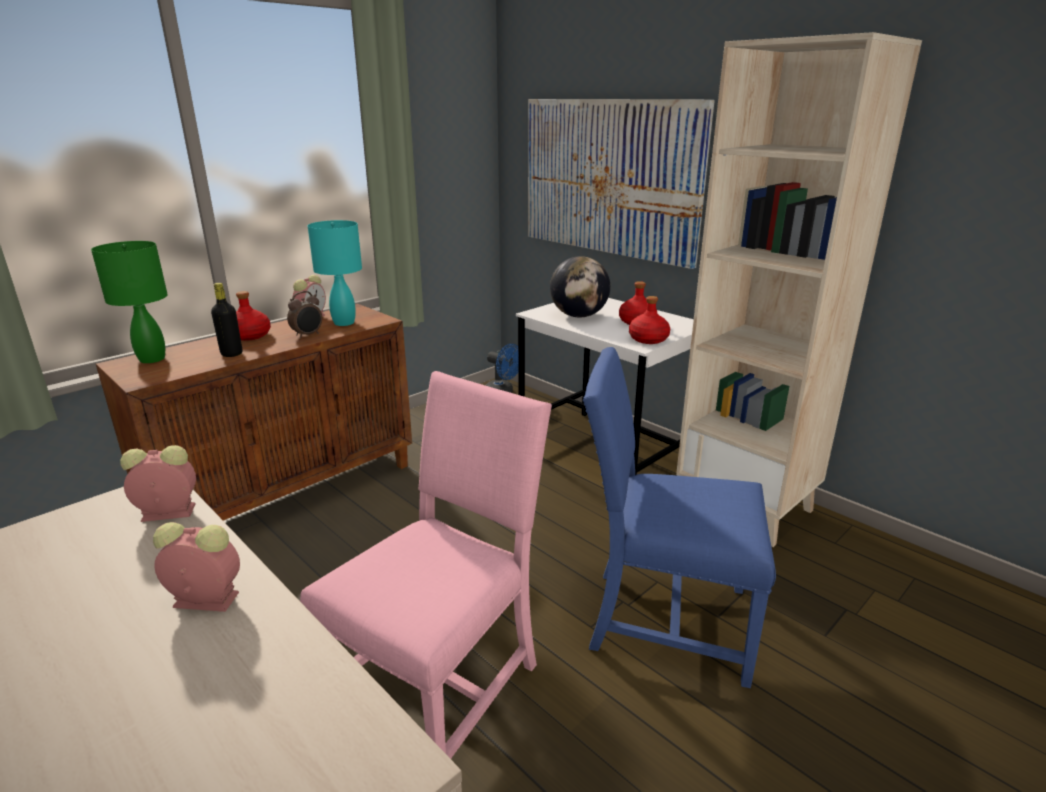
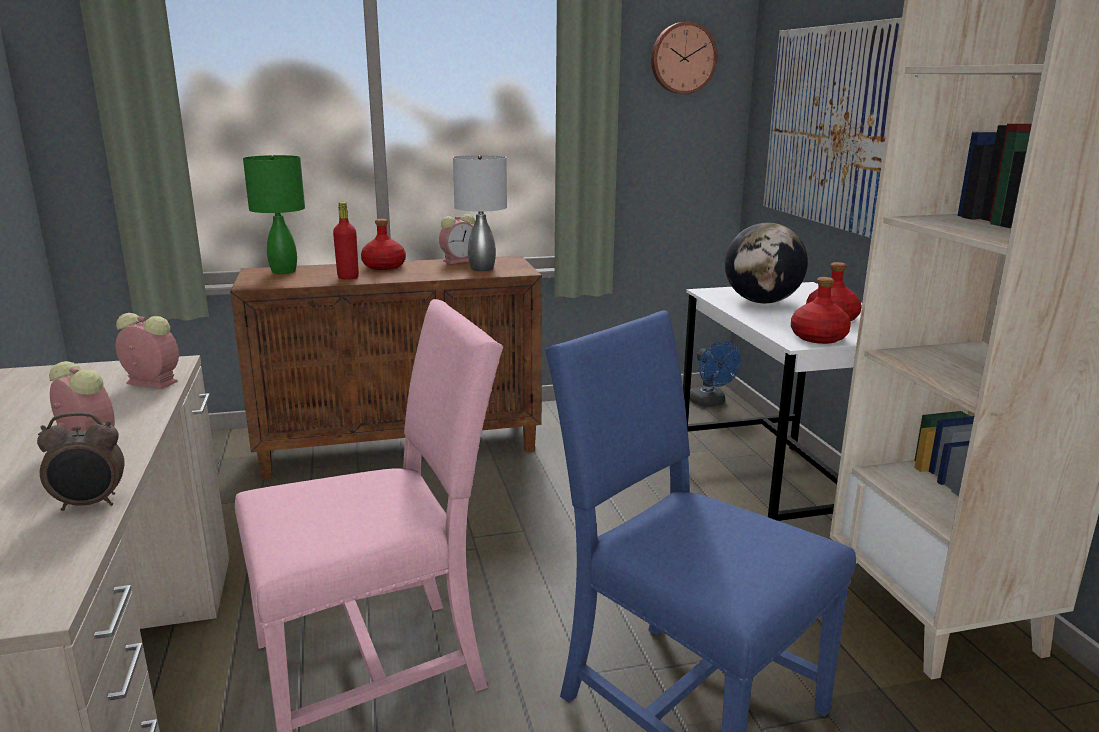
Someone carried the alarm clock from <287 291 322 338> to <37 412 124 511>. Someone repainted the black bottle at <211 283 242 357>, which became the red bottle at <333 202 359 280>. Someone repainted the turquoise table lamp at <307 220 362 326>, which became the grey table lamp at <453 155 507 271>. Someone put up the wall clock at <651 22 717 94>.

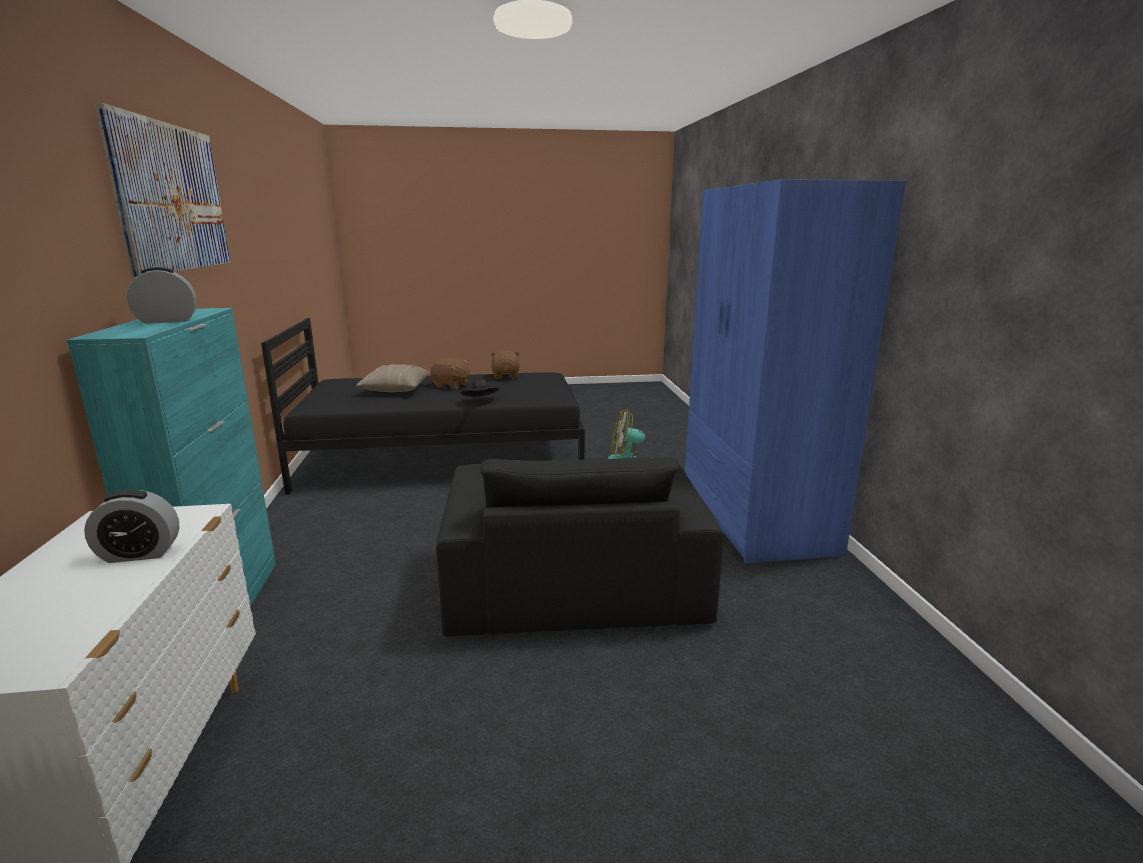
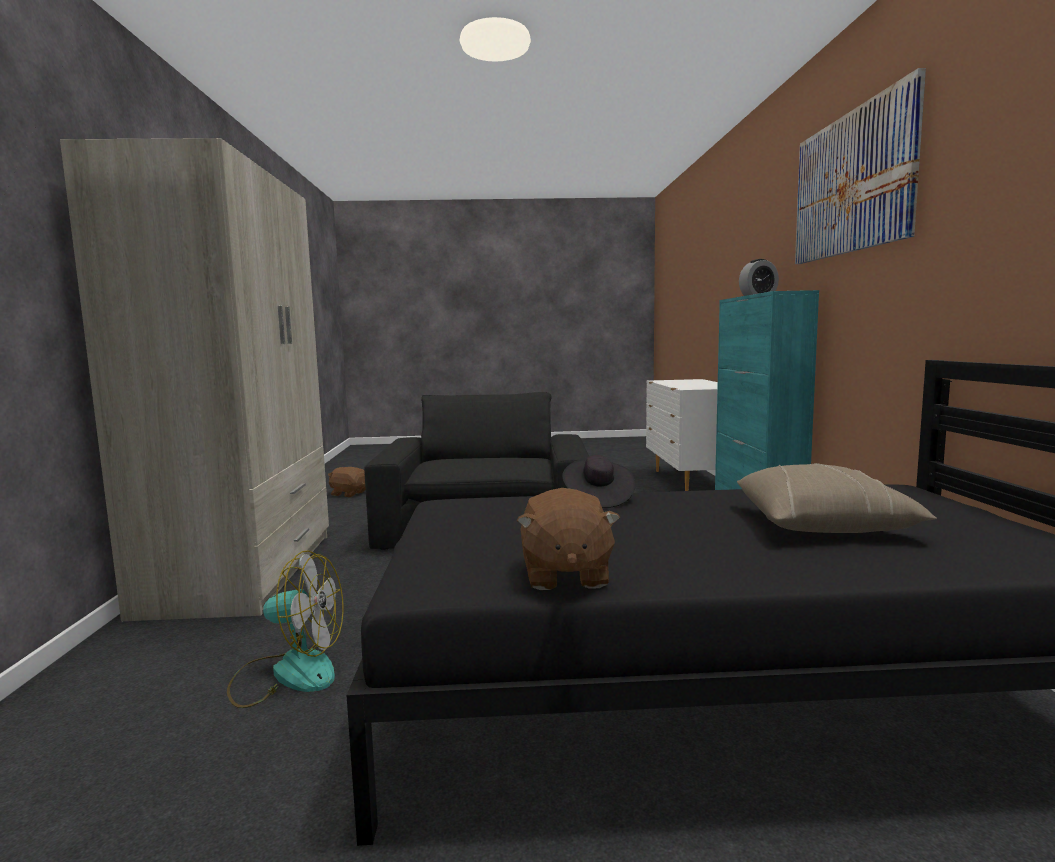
Someone repainted the blue wardrobe at <685 179 906 563>, which became the beige wardrobe at <60 138 329 621>. Someone carried the brown plush toy from <431 358 471 389> to <328 467 366 497>. Someone took away the alarm clock at <84 490 180 563>.

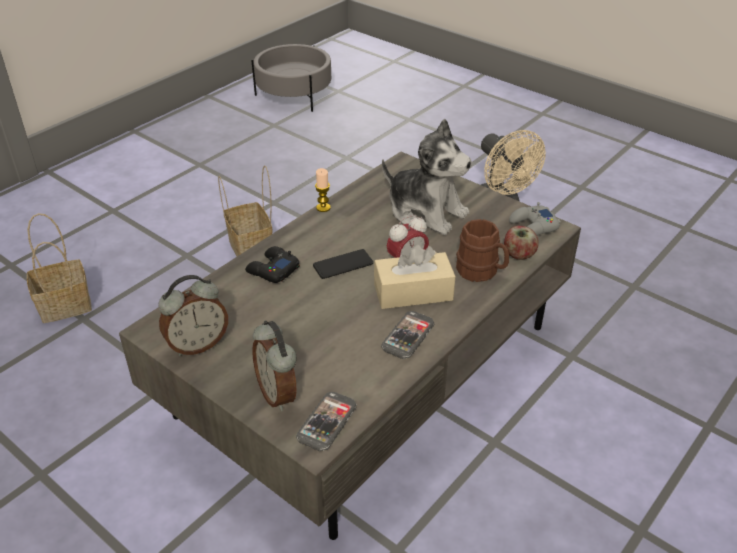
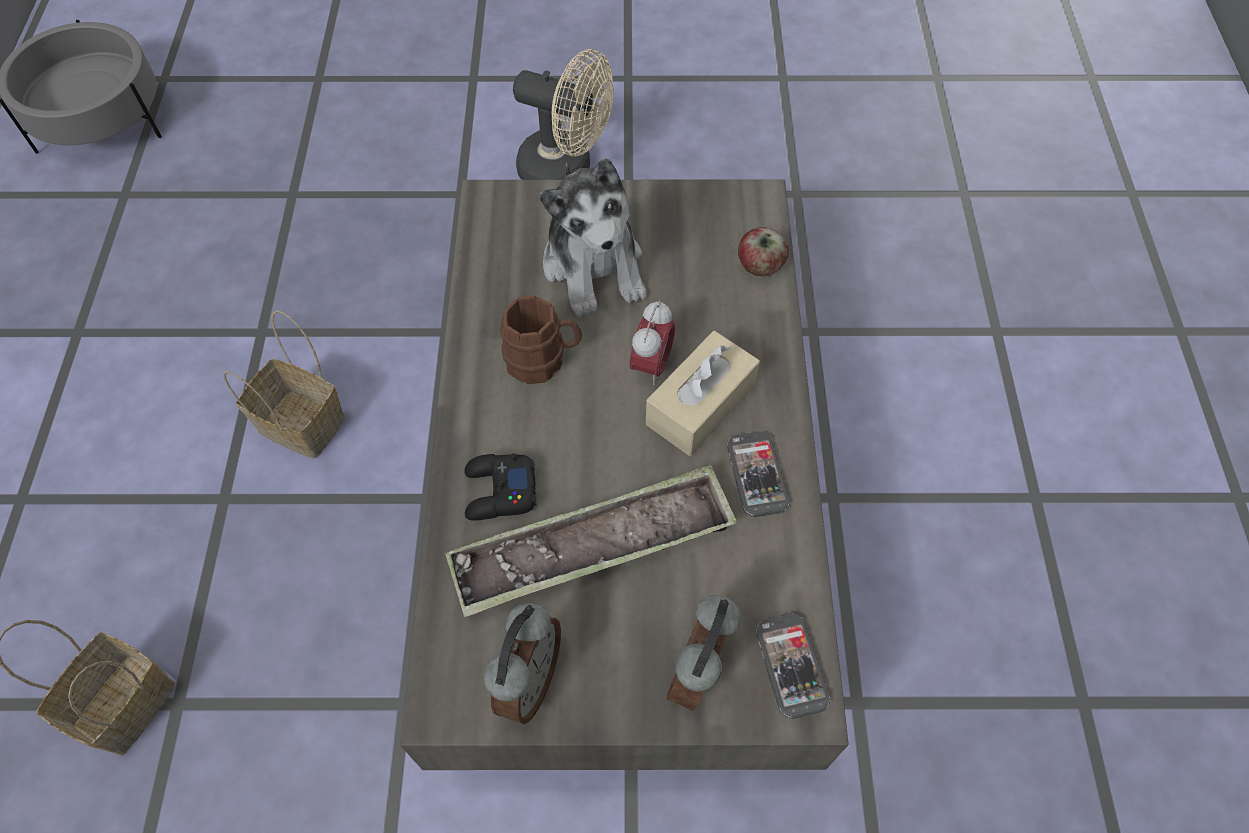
Someone put down the tray at <445 465 737 617>. Someone carried the brown mug from <456 219 509 282> to <500 296 582 384>. Someone rotated the plush toy at <382 119 472 235> by 75 degrees clockwise. Someone rotated the alarm clock at <252 321 297 411> by 90 degrees clockwise. Someone took away the phone at <313 249 373 279>. Someone took away the candle at <315 168 331 212>. Someone took away the grey game controller at <509 202 561 236>.

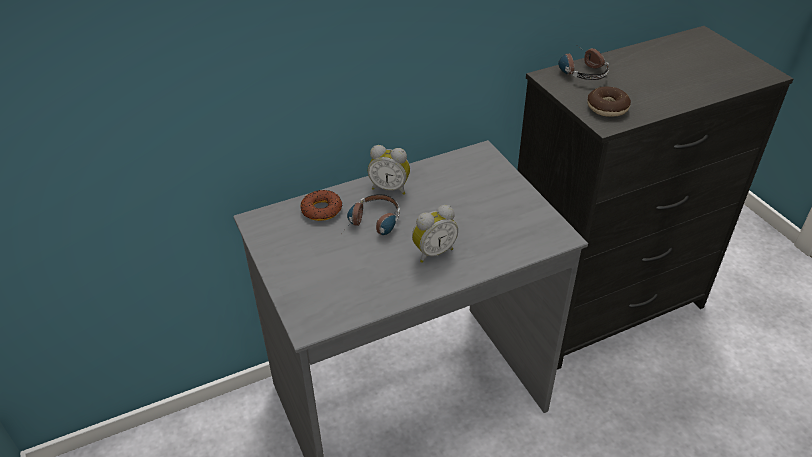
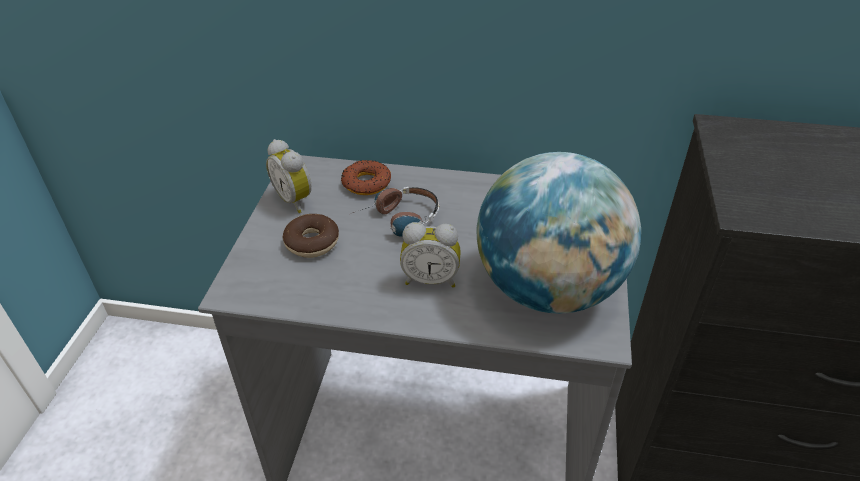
Someone carried the alarm clock from <368 145 410 195> to <266 139 312 213>. Someone carried the donut from <587 87 631 117> to <283 214 339 258>. Someone put down the globe at <476 152 641 314>. Someone took away the headphones at <558 46 609 80>.

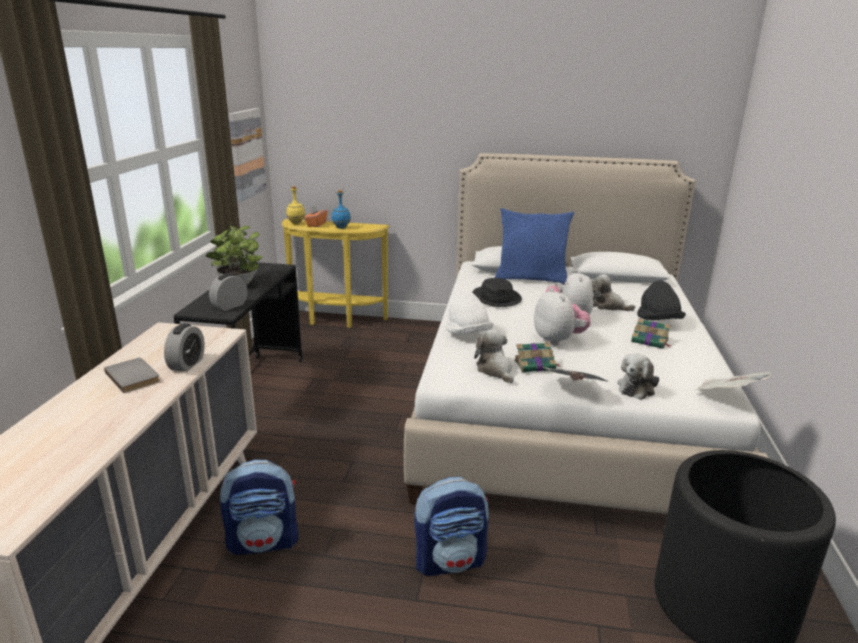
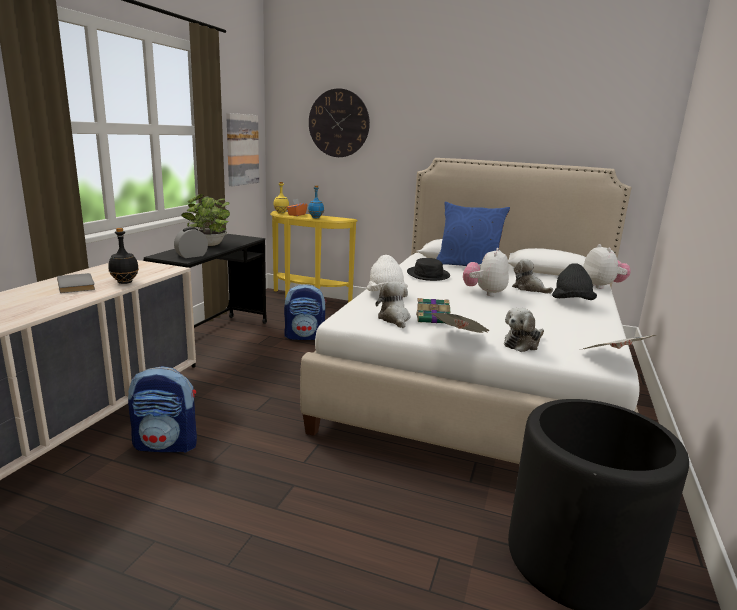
Someone swapped the alarm clock at <164 323 205 372> for the black bottle at <108 228 139 284>. Someone carried the backpack from <414 477 489 576> to <284 284 327 340>. Someone put up the wall clock at <309 88 370 157>. Someone carried the plush toy from <534 287 591 346> to <583 244 631 289>. Someone took away the book at <631 319 671 349>.

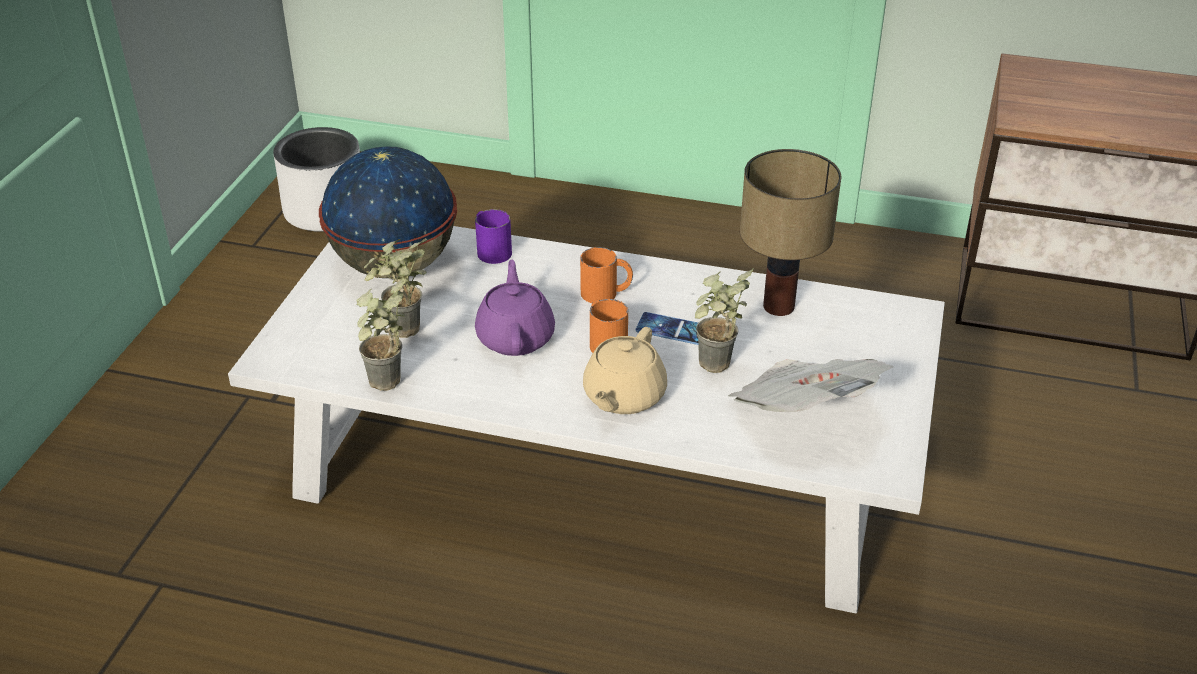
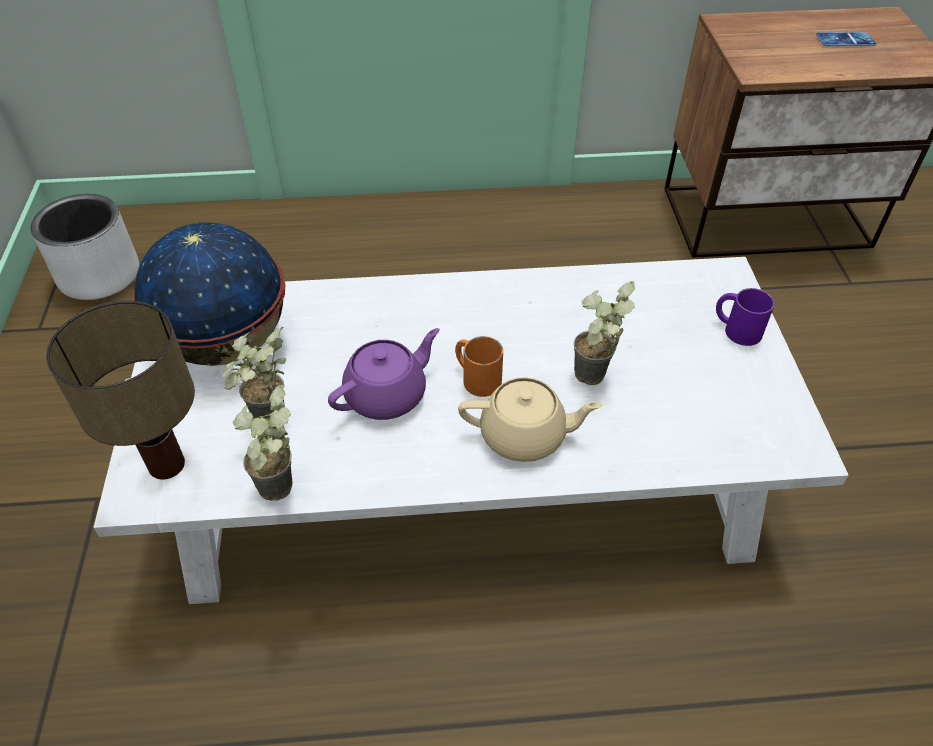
Someone carried the table lamp from <740 149 841 316> to <46 300 195 480>. Someone rotated the purple teapot at <475 260 555 356> by 75 degrees clockwise. Someone rotated the beige teapot at <583 327 667 414> by 90 degrees counterclockwise. Someone carried the purple mug from <475 209 512 264> to <716 288 774 346>. Someone carried the phone from <636 312 698 345> to <816 32 876 46>. Someone took away the orange mug at <580 247 633 303>. Someone took away the newspaper at <728 359 893 412>.

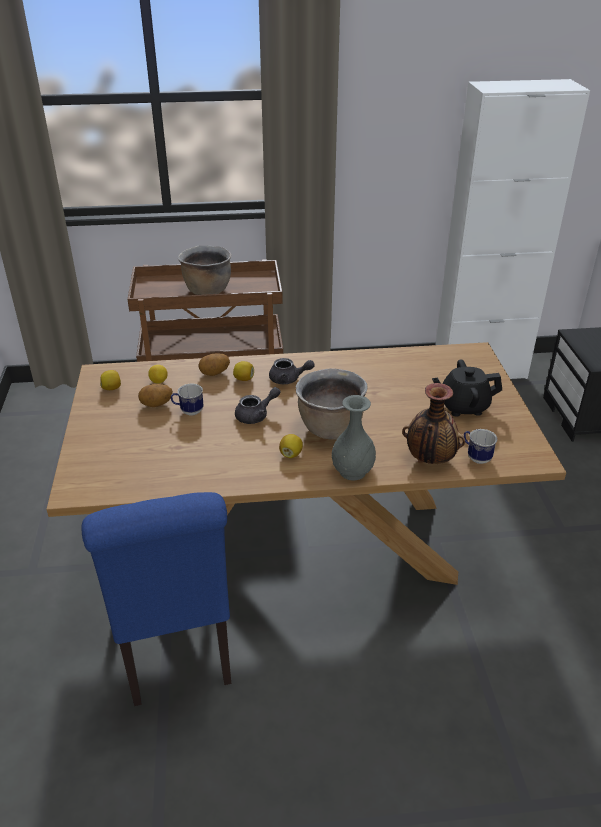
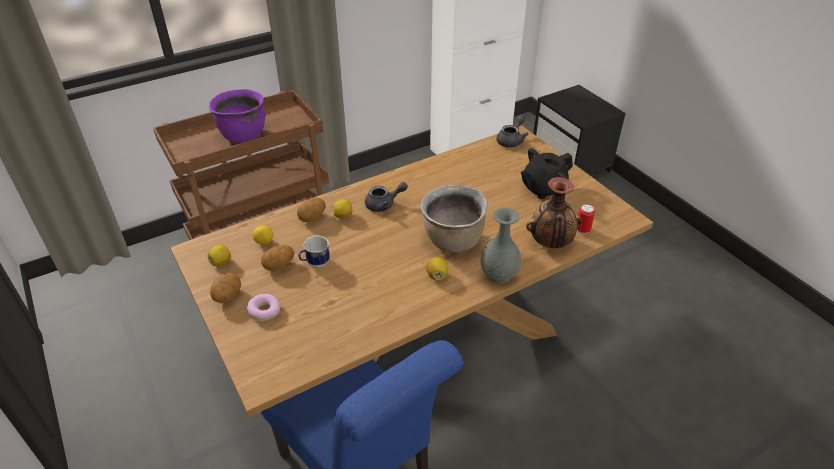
Someone repainted the brown cooking pot at <178 246 232 295>, which became the purple cooking pot at <209 89 265 143>. Someone put down the potato at <210 273 241 303>. Someone put down the donut at <247 294 280 321>. Someone carried the grey teapot from <235 387 281 424> to <497 115 528 147>. Someone swapped the mug at <464 429 497 464> for the can at <577 204 595 234>.

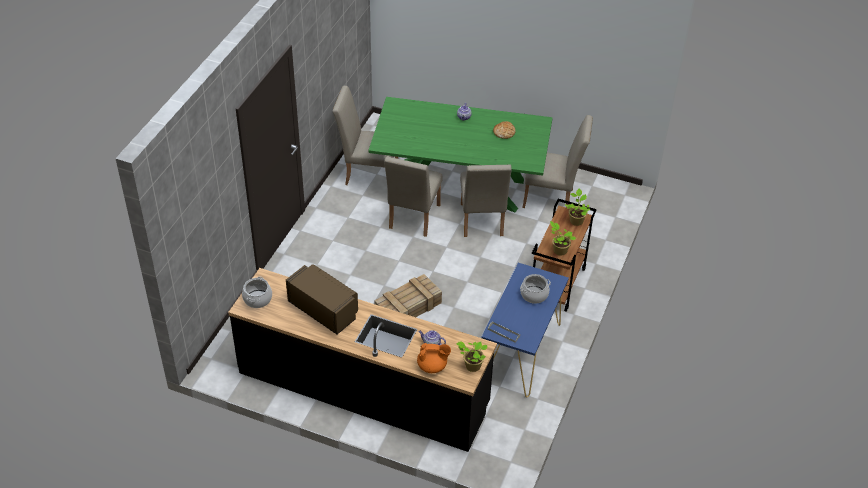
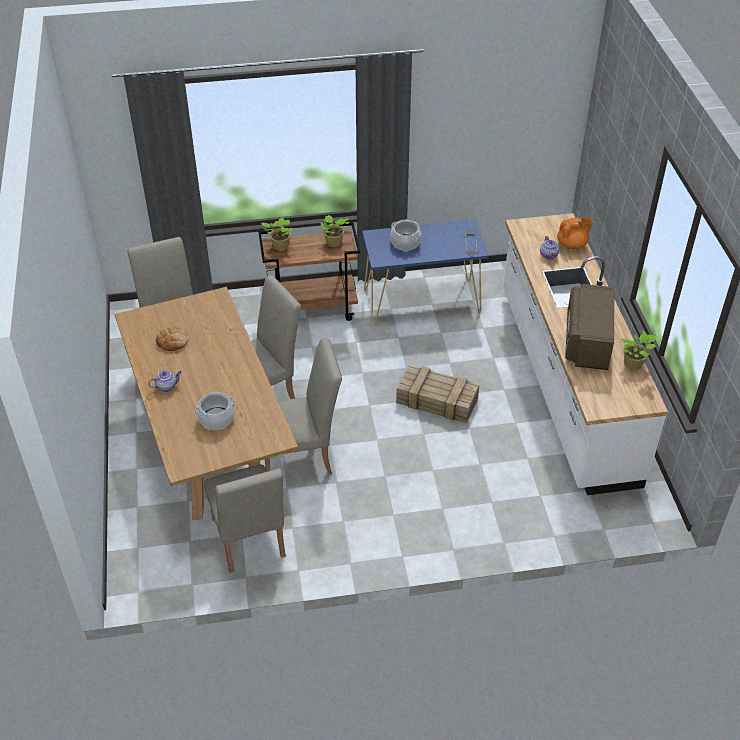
Someone repainted the green dining table at <368 97 553 212>, which became the brown dining table at <115 287 298 520>. Someone carried the cooking pot from <242 277 272 308> to <194 392 235 430>. Someone repainted the black counter at <228 268 497 452>, which became the white counter at <503 213 668 495>. Someone rotated the orange teapot at <417 343 451 373> by 105 degrees clockwise. Someone carried the potted plant from <456 342 488 372> to <621 331 656 370>.

